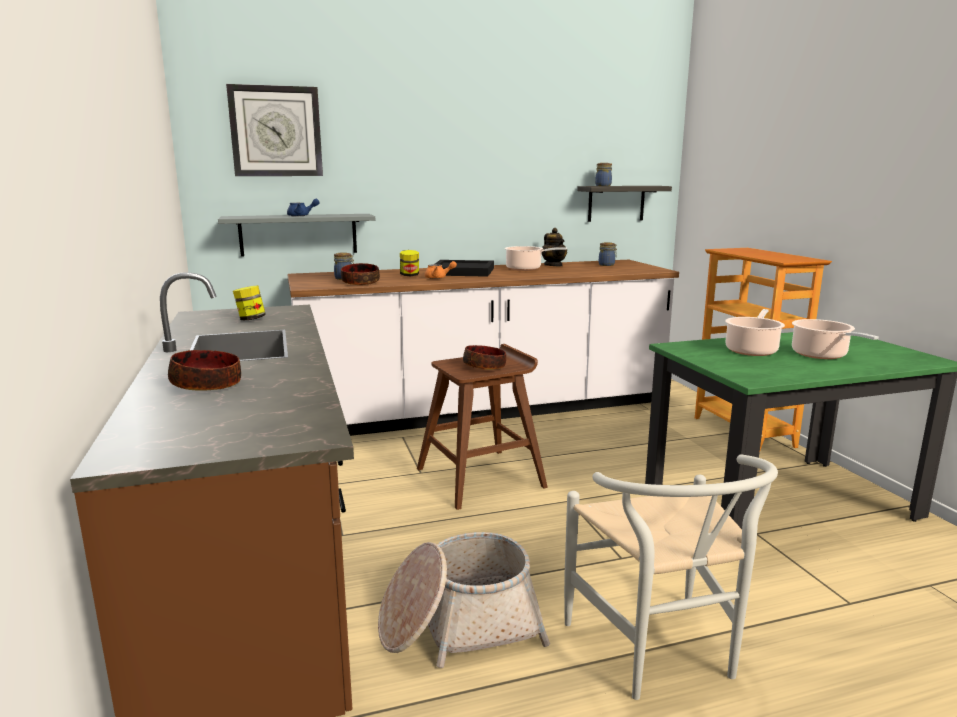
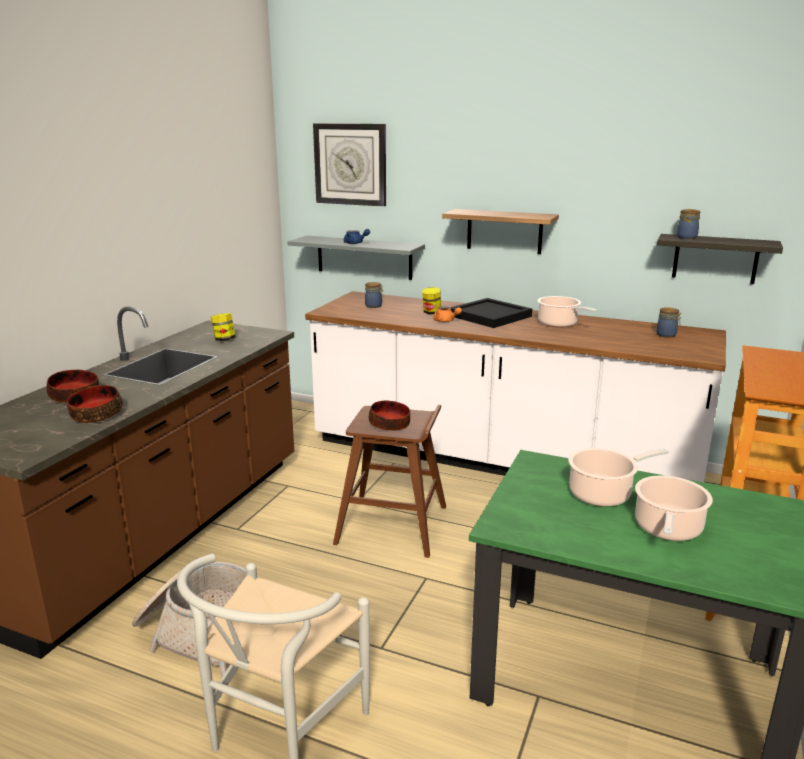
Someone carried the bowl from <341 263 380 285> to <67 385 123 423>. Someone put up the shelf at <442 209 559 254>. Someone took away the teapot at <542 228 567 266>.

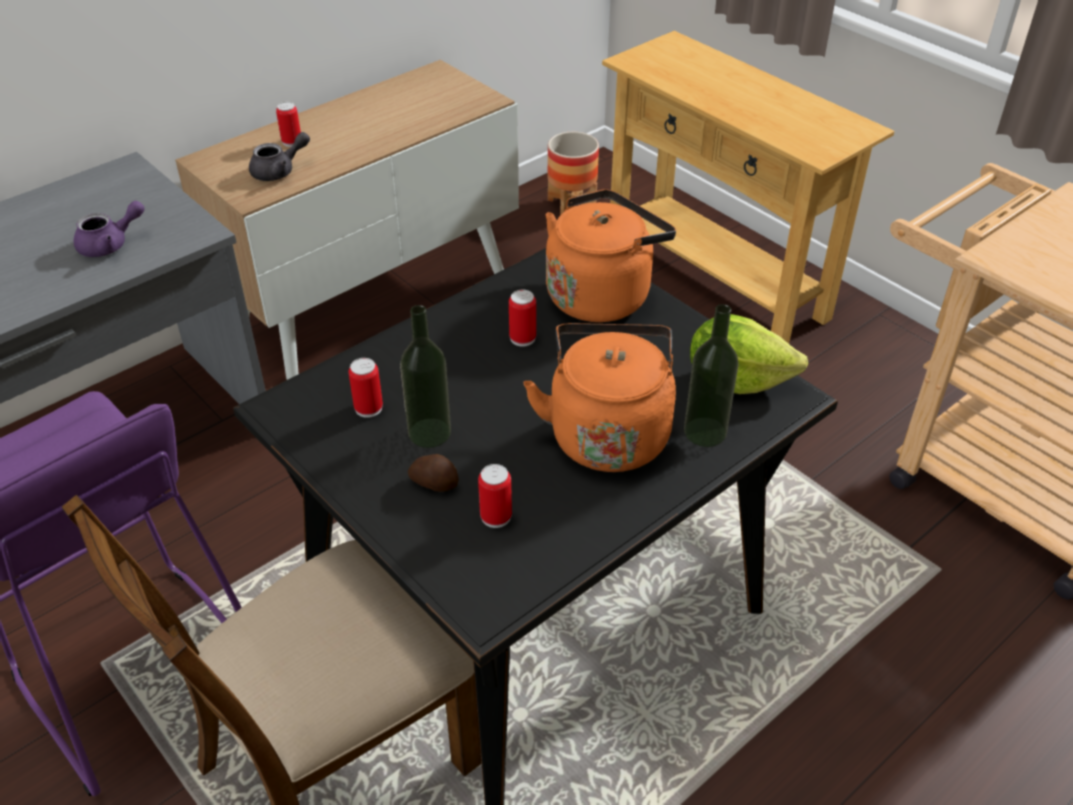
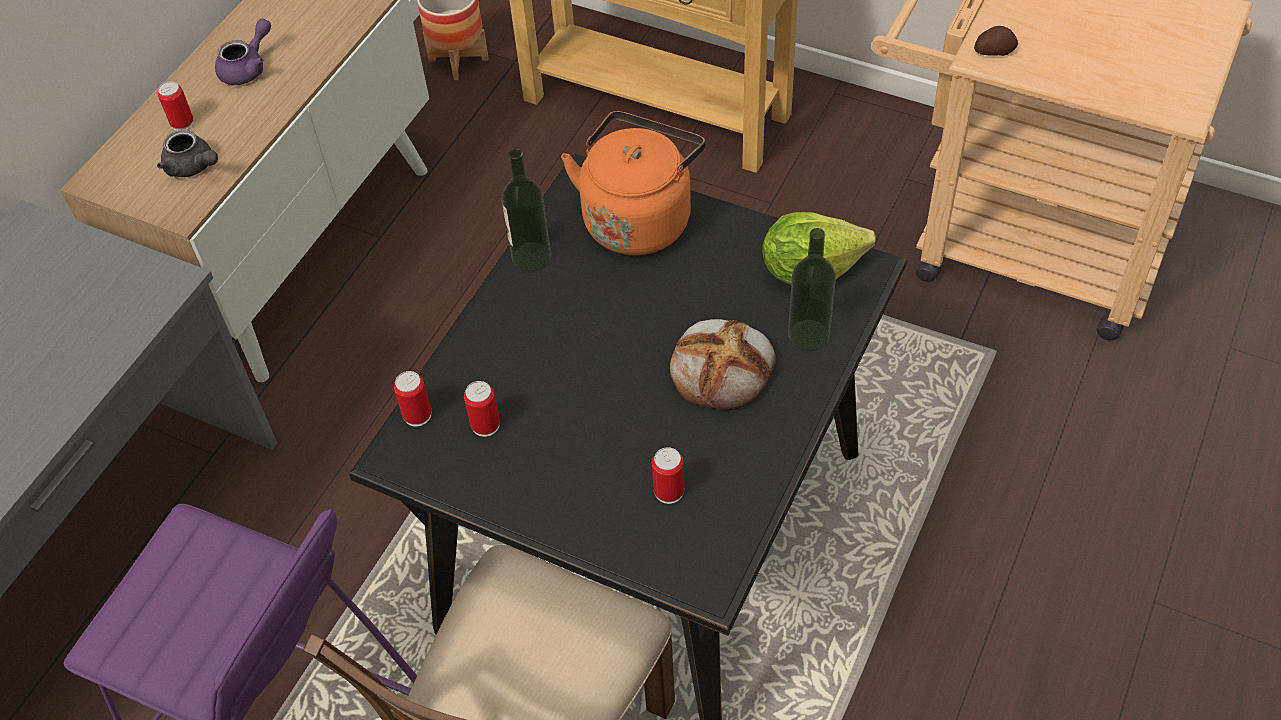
Someone rotated the grey teapot at <249 132 310 181> by 90 degrees clockwise. Someone carried the purple teapot from <73 201 144 257> to <215 19 271 85>. Someone carried the can from <509 290 536 347> to <394 371 432 427>. Someone carried the bottle from <400 305 451 448> to <502 149 551 271>. Someone swapped the orange kettle at <524 323 676 472> for the bread at <670 319 776 410>. Someone carried the potato from <408 454 459 492> to <974 26 1018 56>.

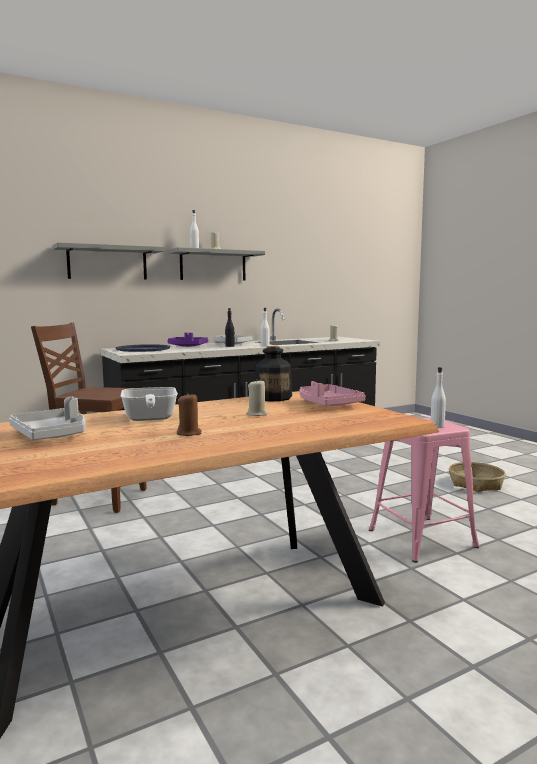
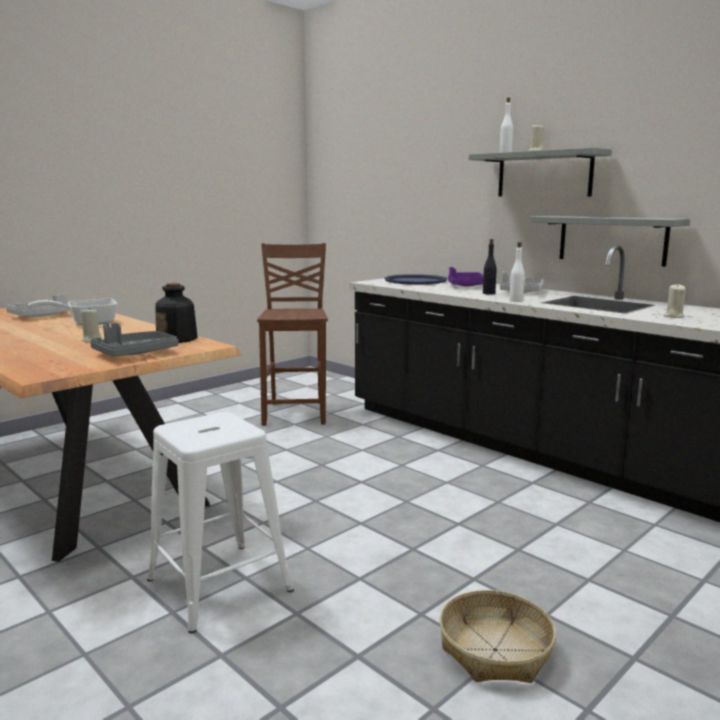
Someone repainted the pink tray at <300 381 365 406>, which became the grey tray at <90 323 179 357>. Someone repainted the pink stool at <369 418 479 563>, which became the white stool at <147 412 294 633>. Someone carried the grey shelf from <53 242 165 280> to <530 216 690 267>. Someone took away the brown candle at <177 393 201 436>. Someone took away the white bottle at <431 367 446 428>.

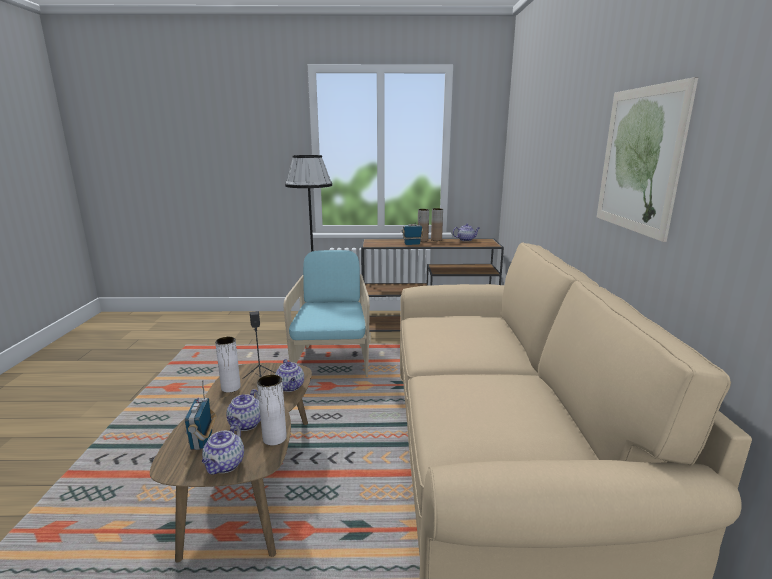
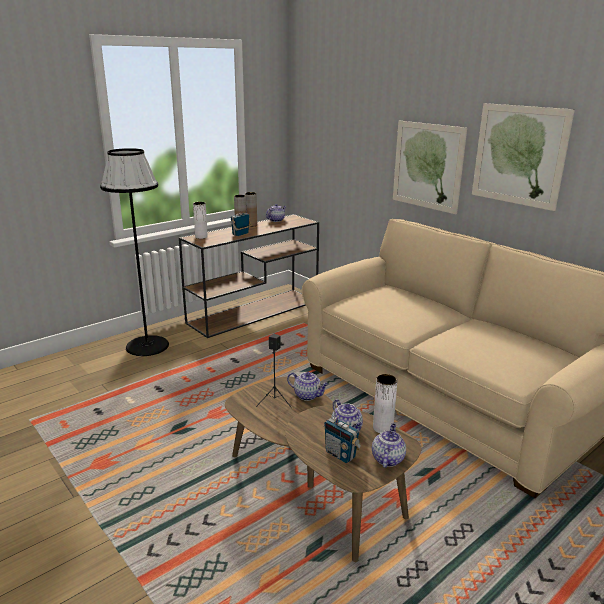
Someone carried the white vase from <215 337 241 393> to <193 202 208 239>. Someone rotated the teapot at <202 424 244 475> by 135 degrees counterclockwise. Someone put up the picture at <393 121 467 214>. Someone took away the turquoise armchair at <283 250 371 377>.

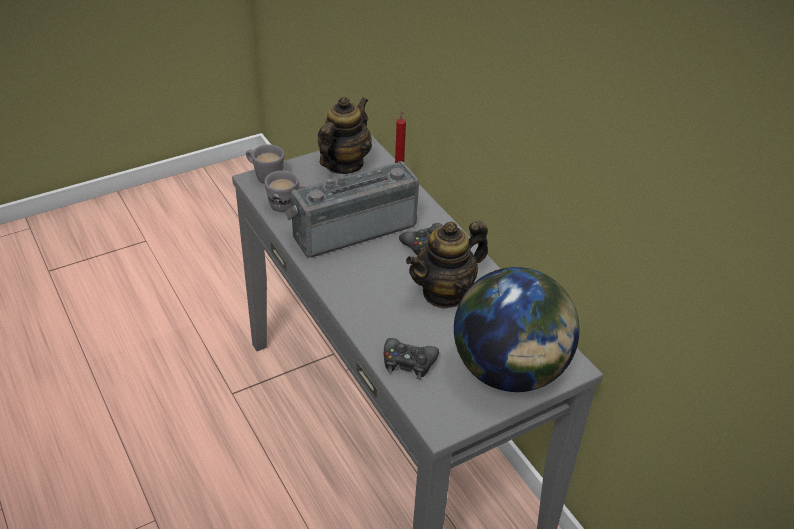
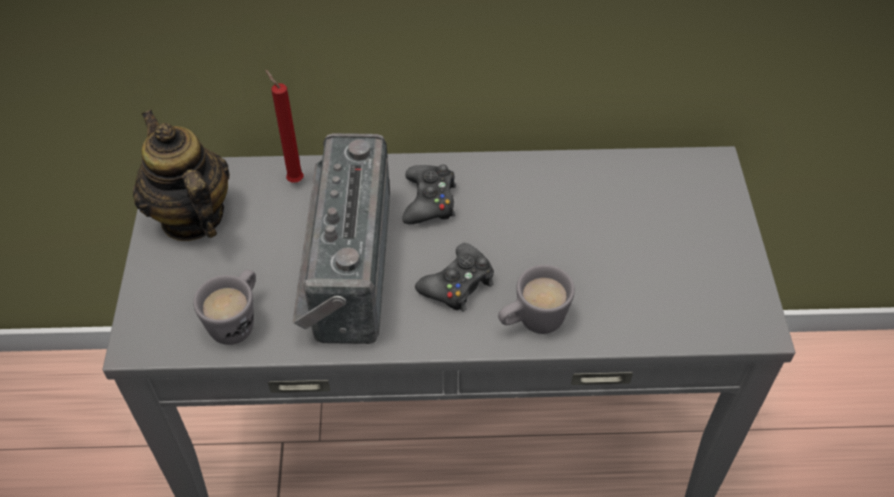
Someone carried the black game controller from <384 338 439 379> to <415 243 494 312>. Someone carried the grey mug from <246 145 284 184> to <498 265 575 334>. Someone took away the teapot at <406 221 488 309>. Someone took away the globe at <454 267 579 392>.

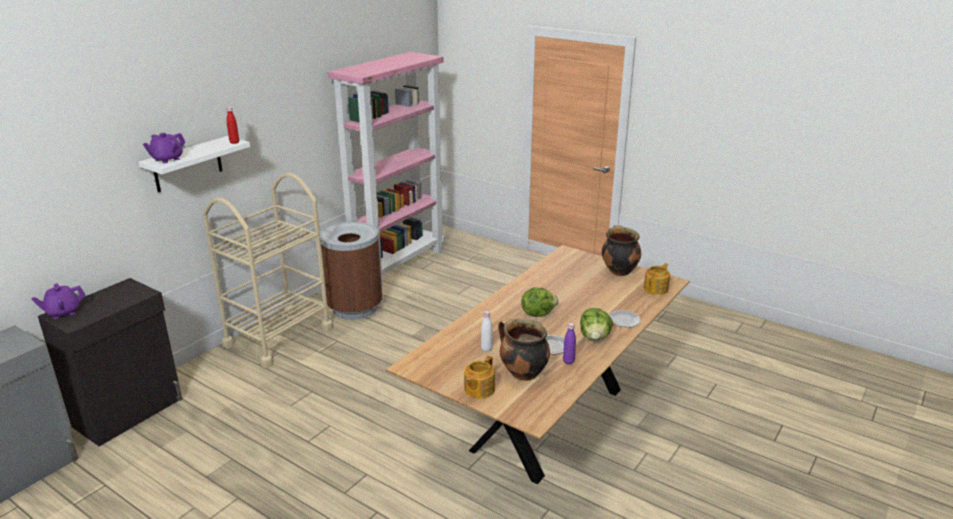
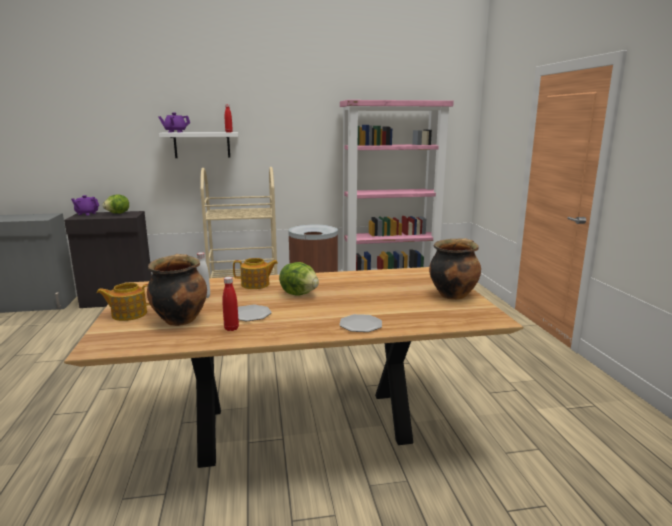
Someone carried the lettuce from <580 308 613 340> to <102 195 129 214>. Someone repainted the purple bottle at <563 323 576 364>, which became the red bottle at <222 277 239 331>. Someone carried the teapot from <643 263 670 295> to <233 258 278 289>.

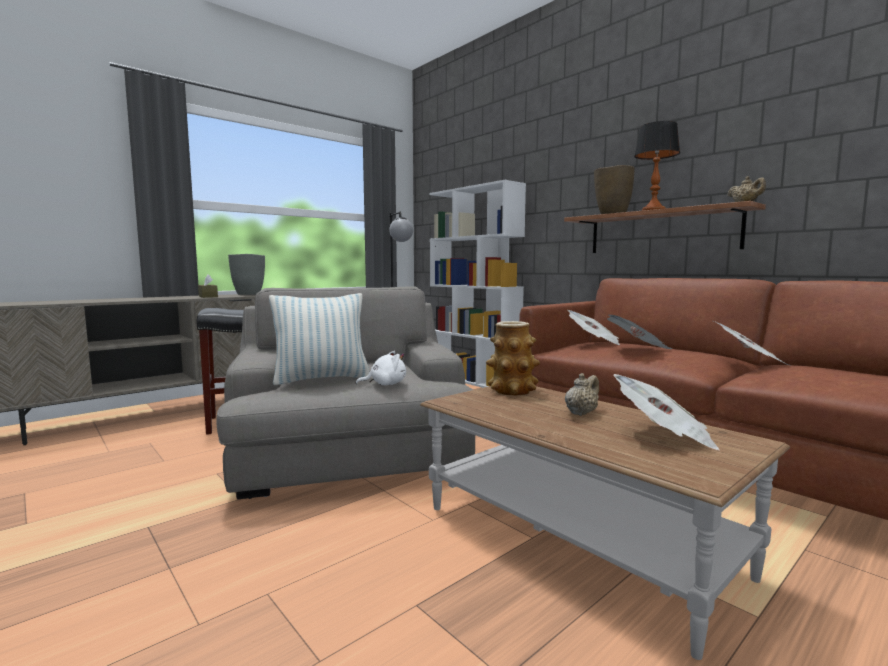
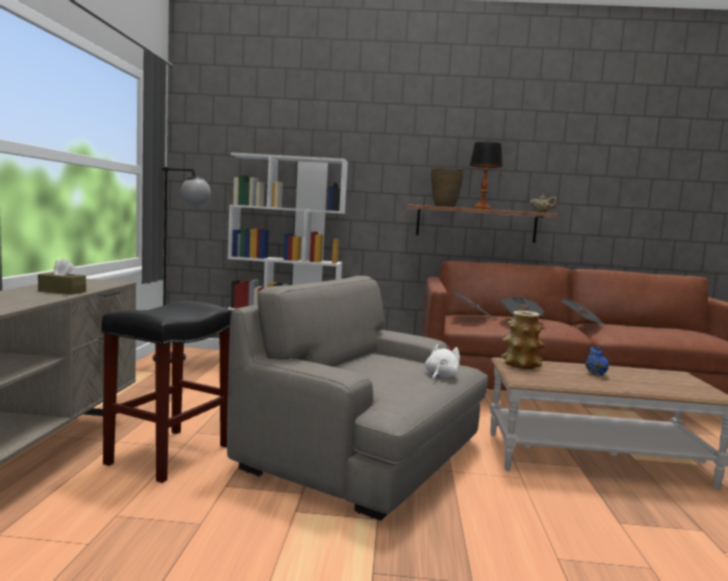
Someone repainted the beige teapot at <565 373 599 416>, which became the blue teapot at <585 347 609 375>. Someone took away the grey vase at <228 254 265 295>. Someone took away the pillow at <269 293 370 385>. Someone took away the newspaper at <613 374 719 450>.

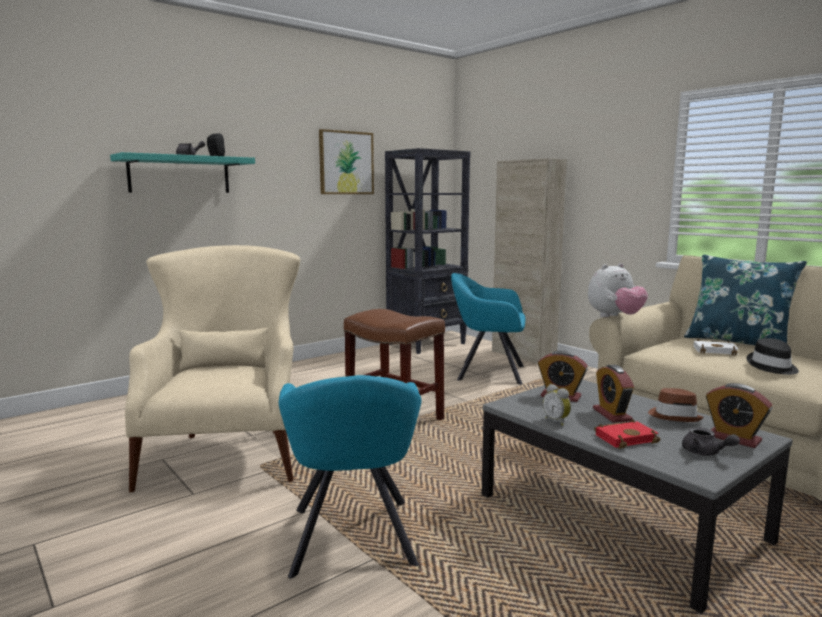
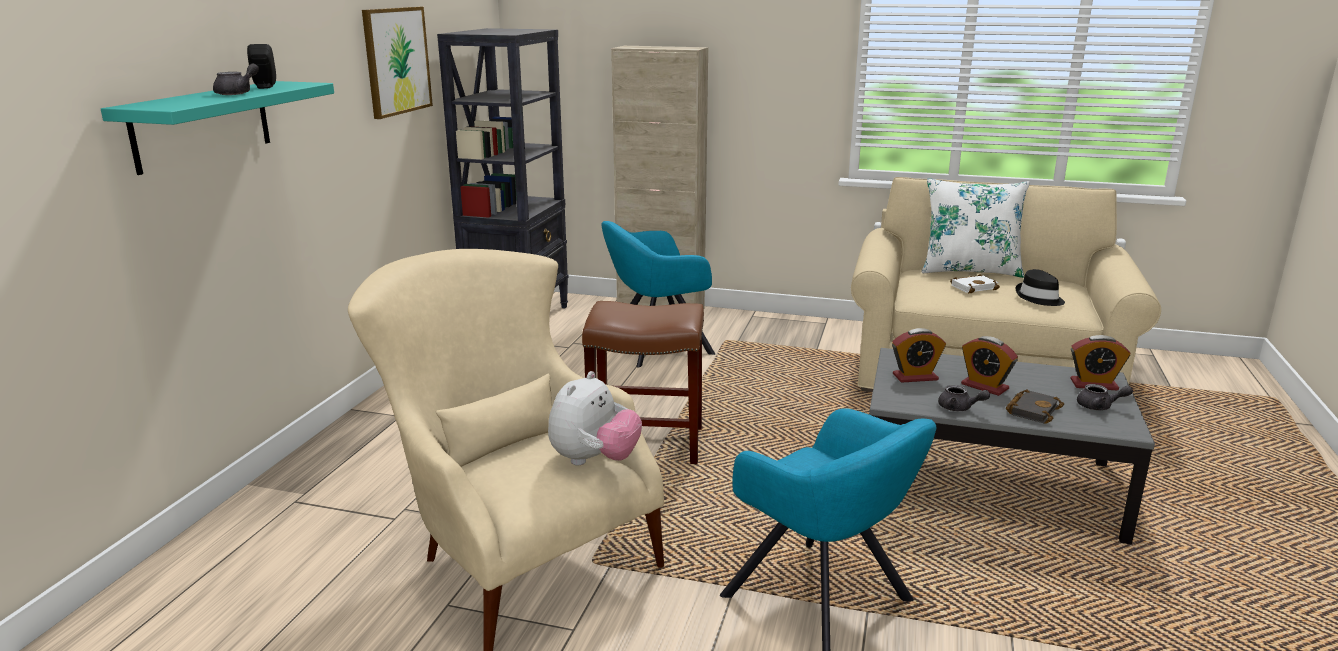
Someone carried the plush toy from <588 263 648 317> to <548 371 642 465>. Someone repainted the blue pillow at <684 254 807 346>, which became the white pillow at <921 178 1030 278>. Someone swapped the alarm clock at <543 384 571 426> for the grey teapot at <938 385 990 411>. Someone repainted the red book at <594 419 660 449>, which became the black book at <1006 389 1064 423>. Someone took away the brown hat at <648 388 704 422>.

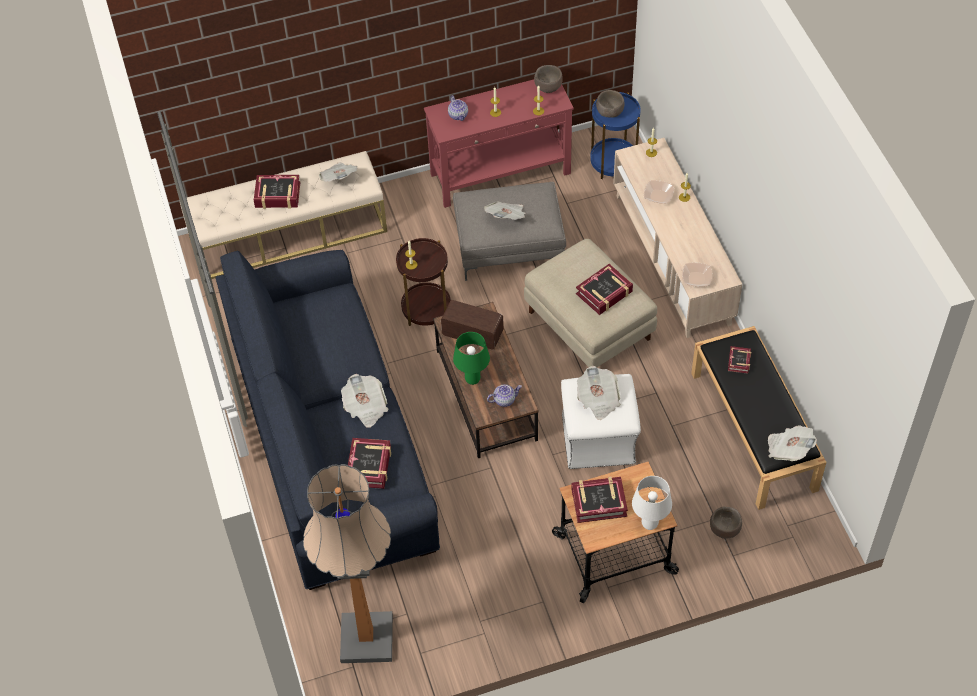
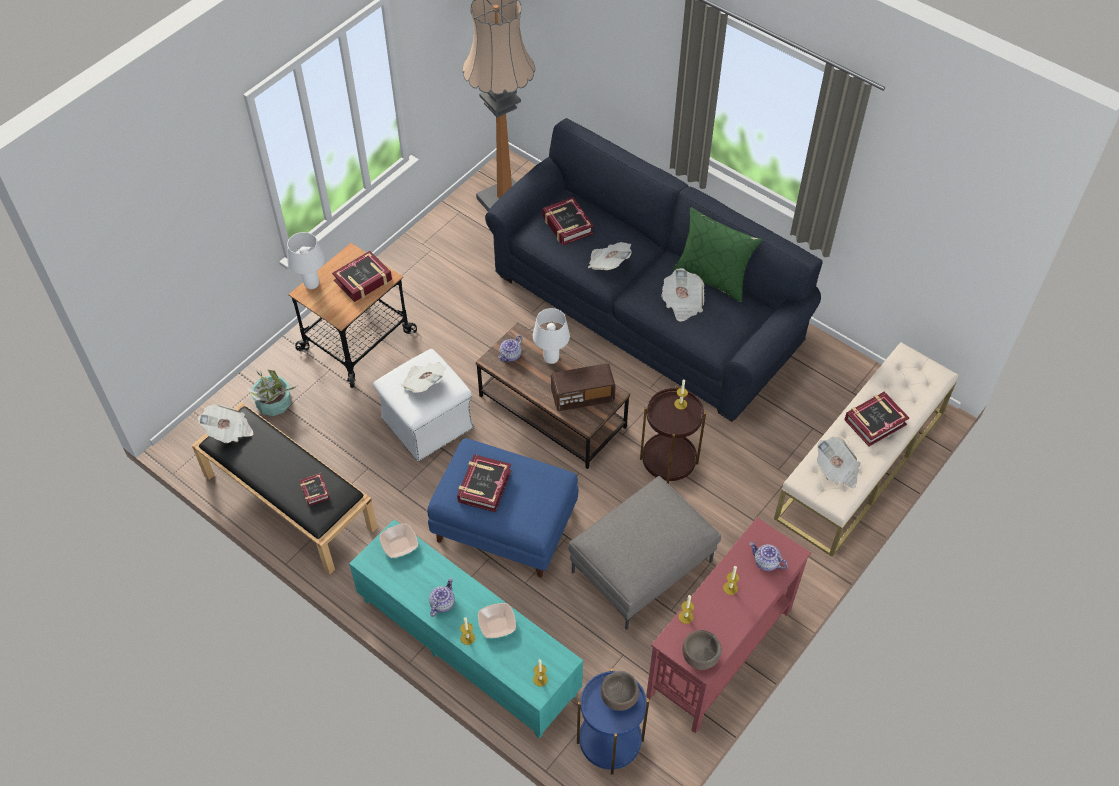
Someone swapped the brown bowl at <710 507 742 539> for the potted plant at <247 370 299 416>. Someone repainted the beige tv stand at <613 138 742 338>, which became the turquoise tv stand at <349 520 583 739>. Someone repainted the beige ottoman at <524 239 657 367>, which became the blue ottoman at <427 438 578 577>. Someone put down the teapot at <429 578 455 617>. Someone repainted the green table lamp at <453 332 490 385>, which became the white table lamp at <533 308 570 364>. Someone carried the newspaper from <484 201 526 220> to <661 268 704 322>. Someone put down the green pillow at <672 207 762 302>.

